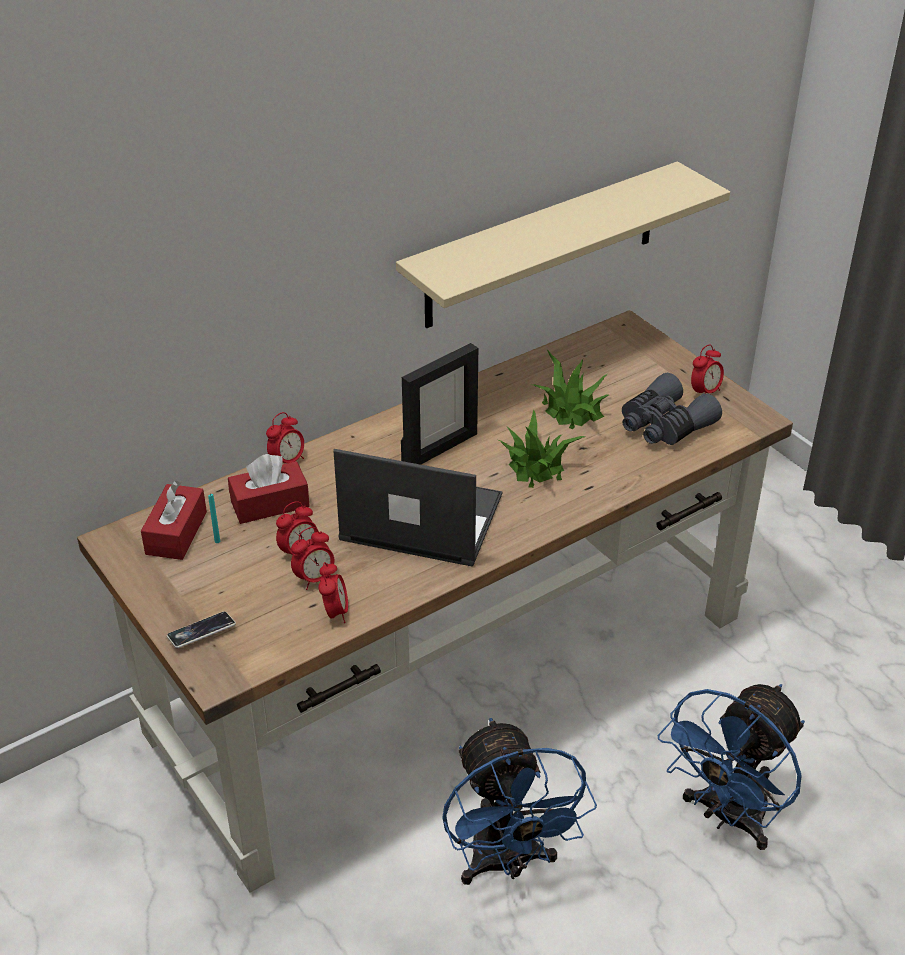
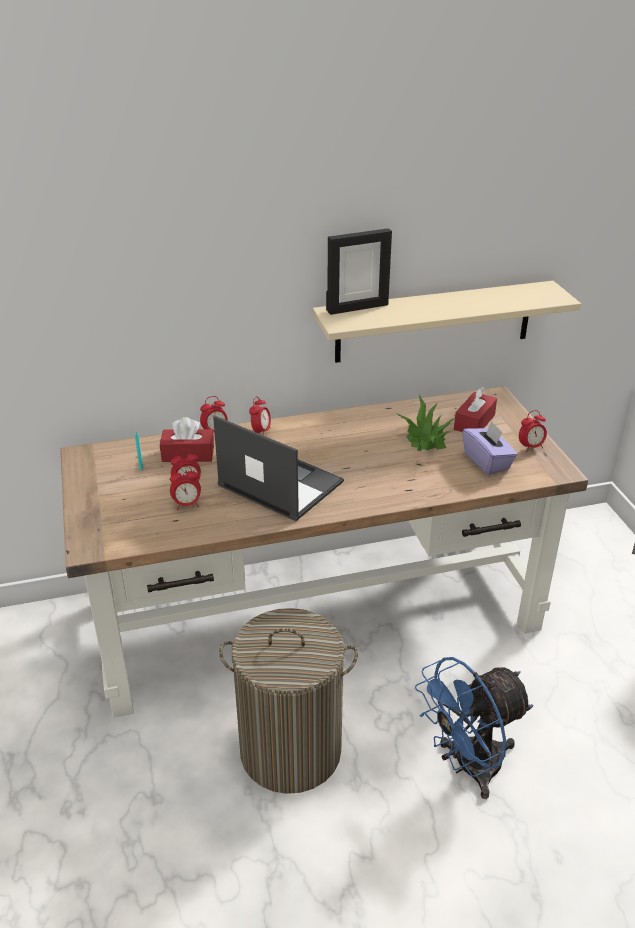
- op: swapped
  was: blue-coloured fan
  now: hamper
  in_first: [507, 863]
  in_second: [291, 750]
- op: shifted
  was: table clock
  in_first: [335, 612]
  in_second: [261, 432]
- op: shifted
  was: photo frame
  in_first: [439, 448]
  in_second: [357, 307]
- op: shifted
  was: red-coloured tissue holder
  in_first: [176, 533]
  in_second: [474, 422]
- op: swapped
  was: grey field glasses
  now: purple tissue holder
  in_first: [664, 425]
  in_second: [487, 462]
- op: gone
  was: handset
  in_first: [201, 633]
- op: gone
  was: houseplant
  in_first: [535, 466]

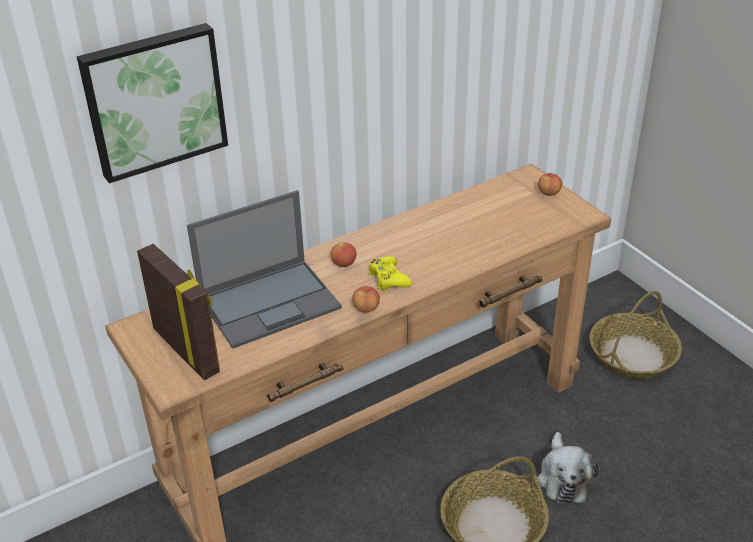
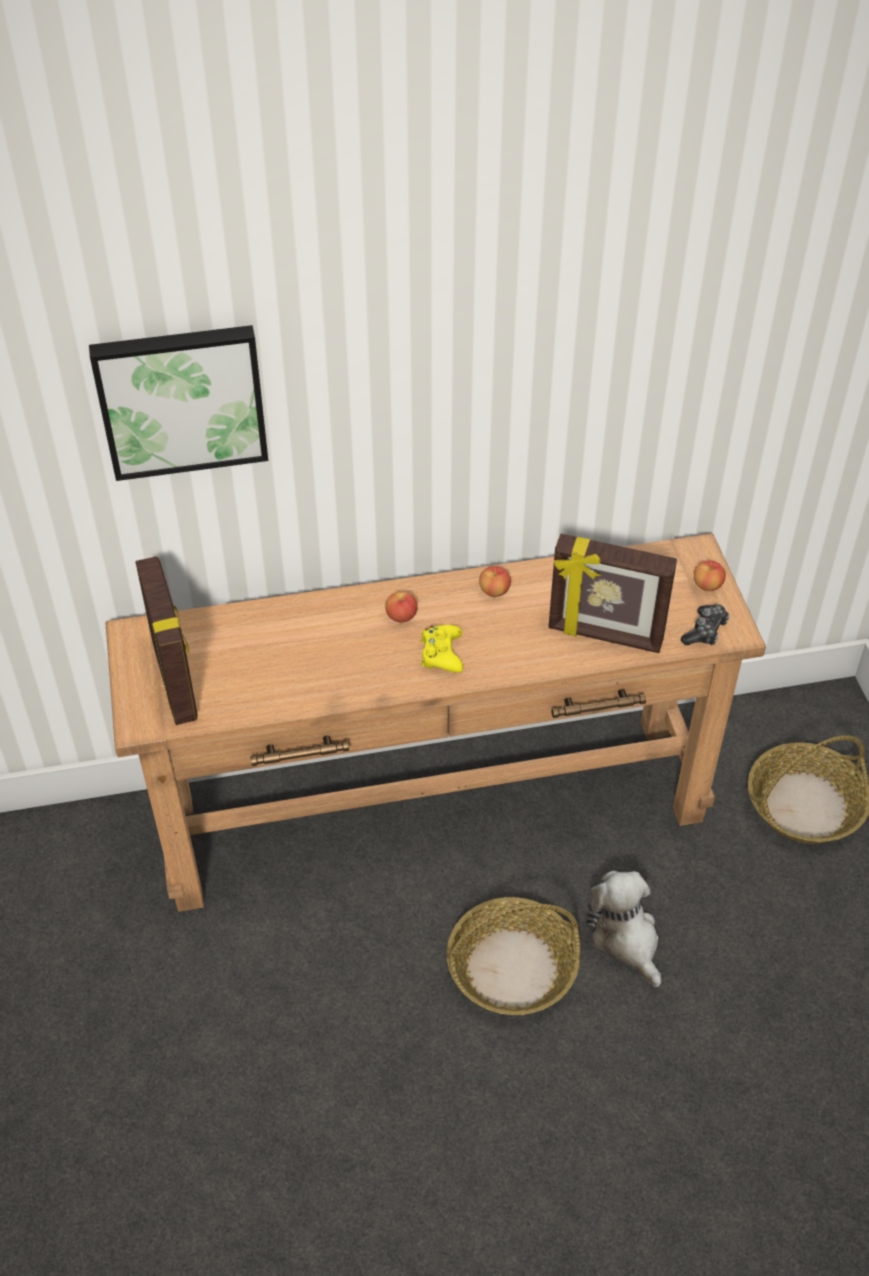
- op: shifted
  was: apple
  in_first: [366, 308]
  in_second: [494, 591]
- op: new
  now: photo frame
  in_second: [605, 636]
- op: rotated
  was: cuddly toy
  in_first: [563, 478]
  in_second: [625, 938]
  clockwise: 135
- op: new
  now: game controller
  in_second: [705, 631]
- op: gone
  was: laptop
  in_first: [271, 302]

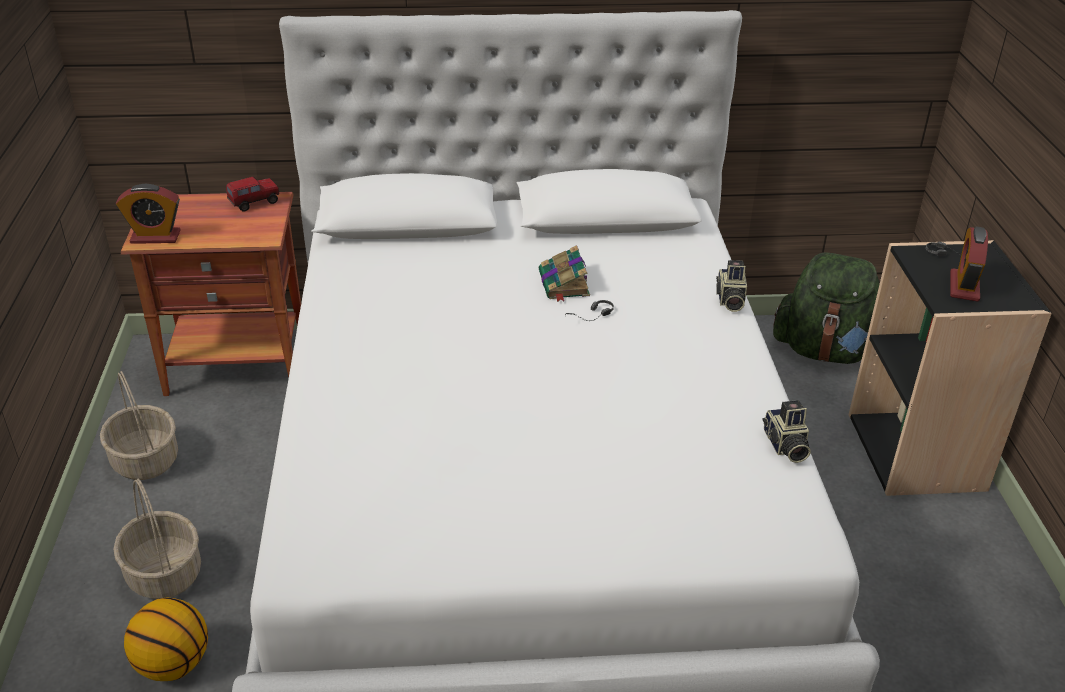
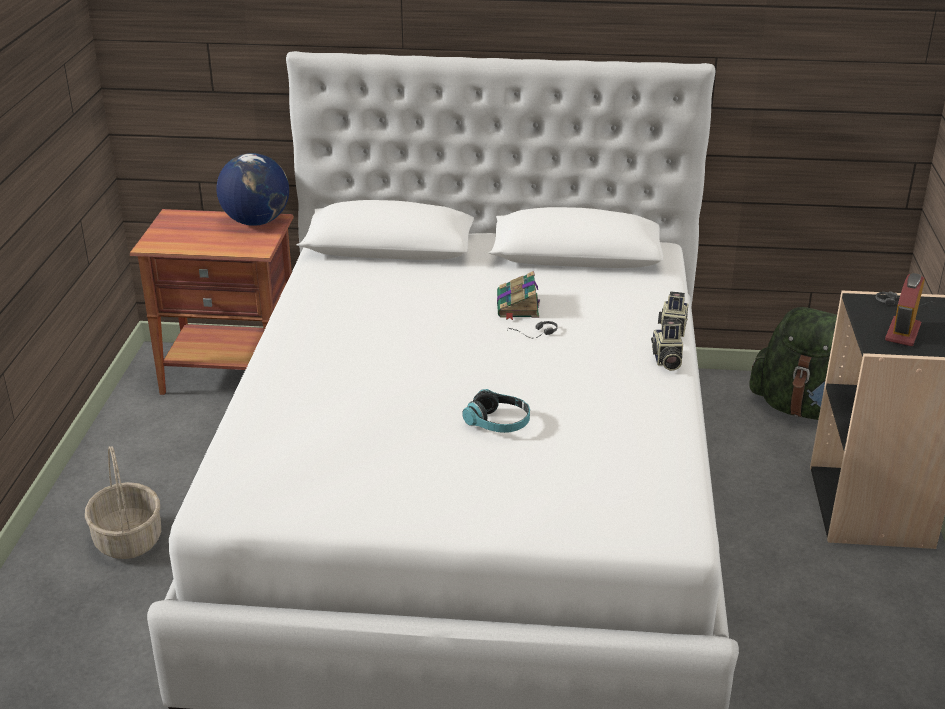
- op: swapped
  was: toy lorry
  now: globe
  in_first: [254, 203]
  in_second: [256, 222]
- op: new
  now: headphones
  in_second: [498, 423]
- op: shifted
  was: still camera
  in_first: [785, 446]
  in_second: [666, 360]
- op: gone
  was: basket
  in_first: [146, 461]
- op: gone
  was: table clock
  in_first: [155, 237]
- op: gone
  was: basketball ball
  in_first: [173, 664]

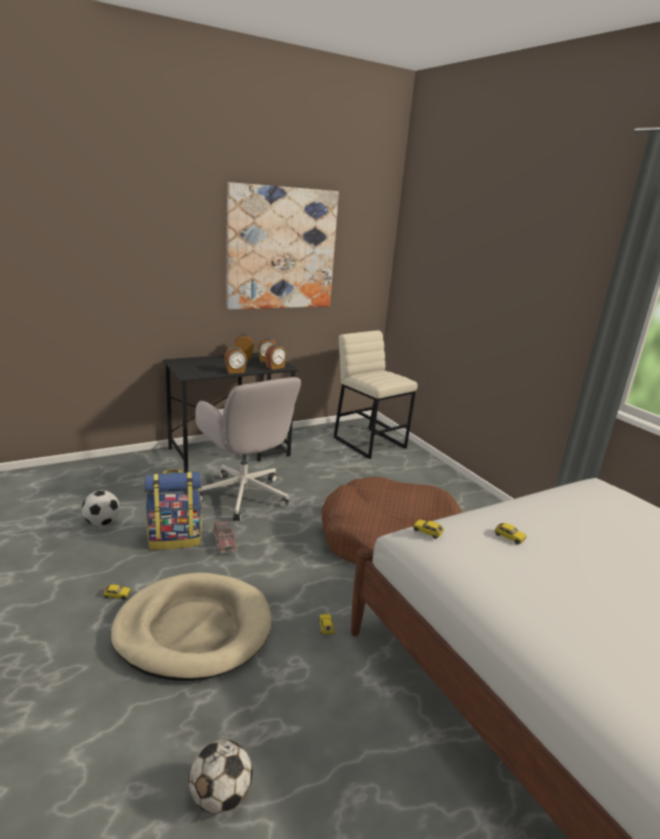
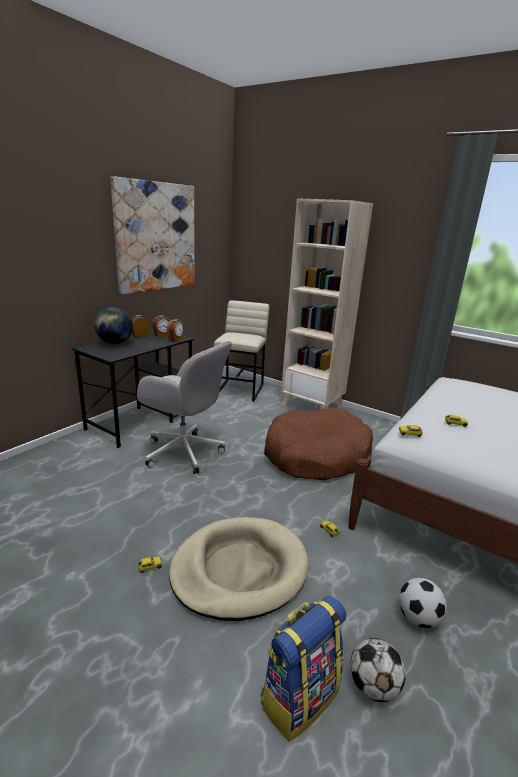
- op: new
  now: globe
  in_second: [115, 343]
- op: rotated
  was: sand-coloured plain chair
  in_first: [368, 442]
  in_second: [240, 390]
  clockwise: 75
- op: shifted
  was: backpack
  in_first: [175, 539]
  in_second: [299, 696]
- op: new
  now: sand-coloured shelving unit
  in_second: [312, 406]
- op: shifted
  was: football ball
  in_first: [102, 523]
  in_second: [418, 618]
- op: gone
  was: toy lorry
  in_first: [224, 543]
- op: gone
  was: table clock
  in_first: [235, 371]

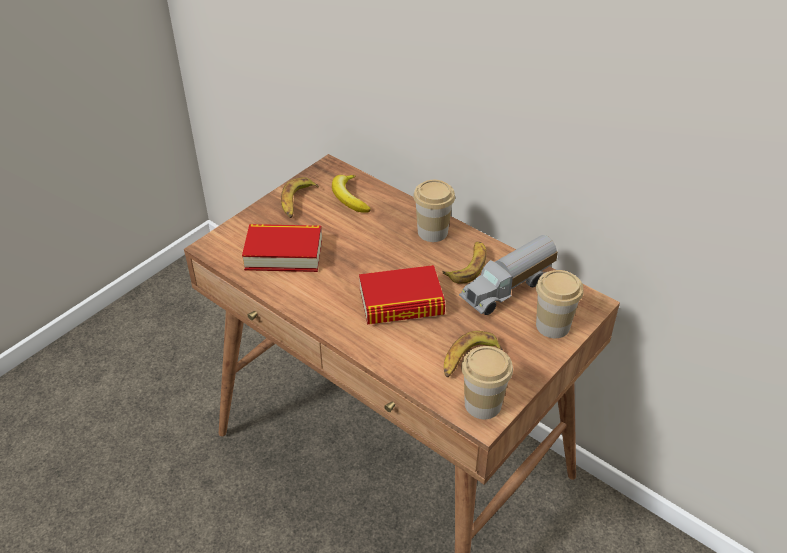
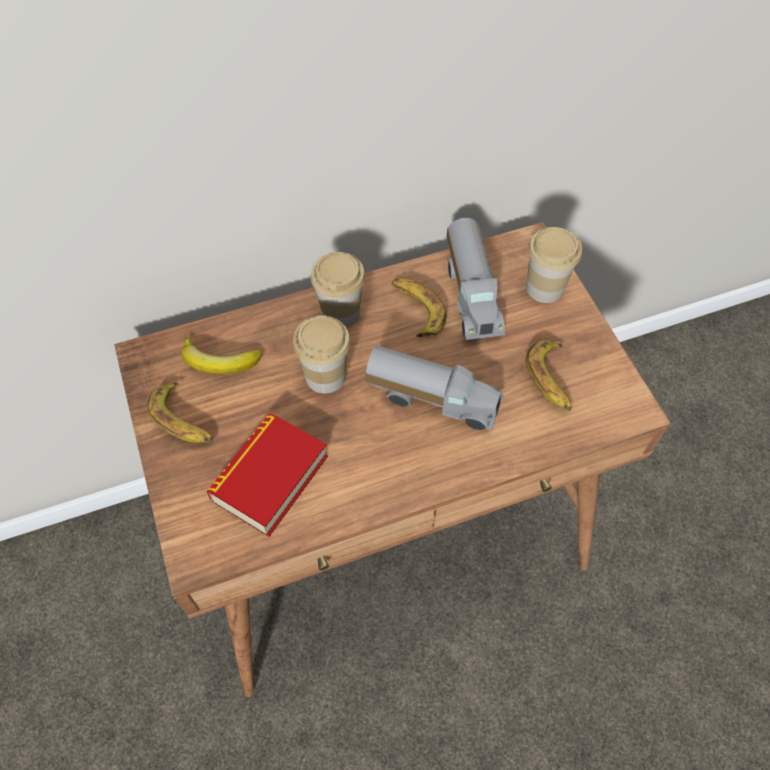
- op: shifted
  was: small cup
  in_first: [483, 404]
  in_second: [325, 376]
- op: swapped
  was: book
  now: toy lorry
  in_first: [401, 303]
  in_second: [433, 398]

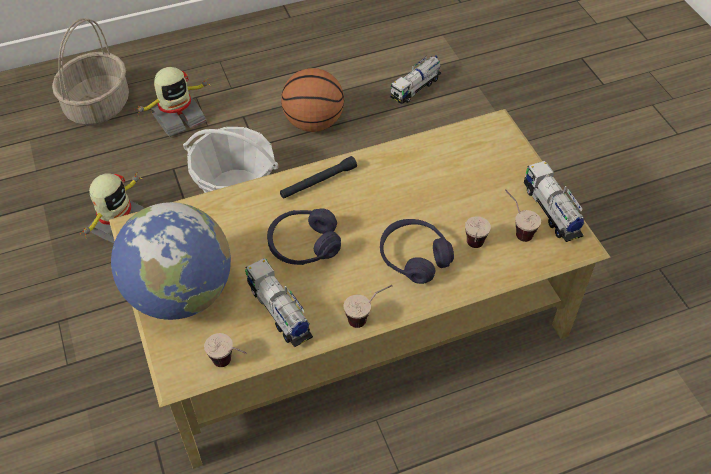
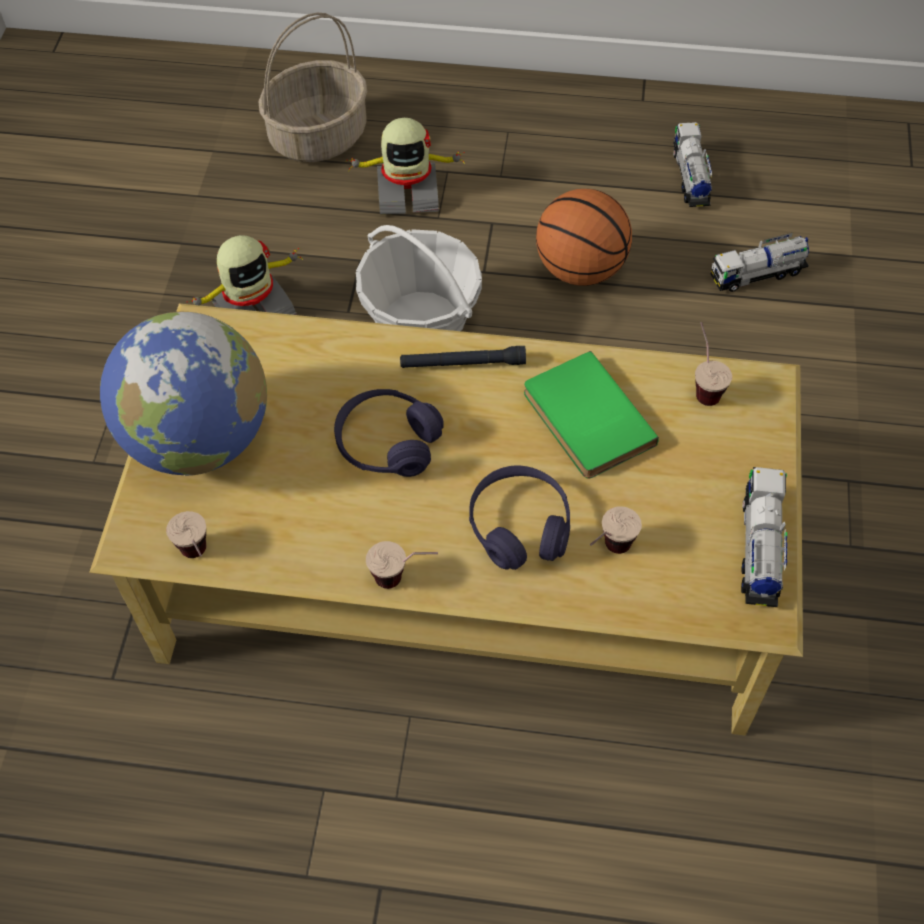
- op: new
  now: greenish book
  in_second: [584, 420]
- op: shifted
  was: toy lorry
  in_first: [279, 311]
  in_second: [690, 177]
- op: shifted
  was: small cup
  in_first: [516, 229]
  in_second: [703, 384]

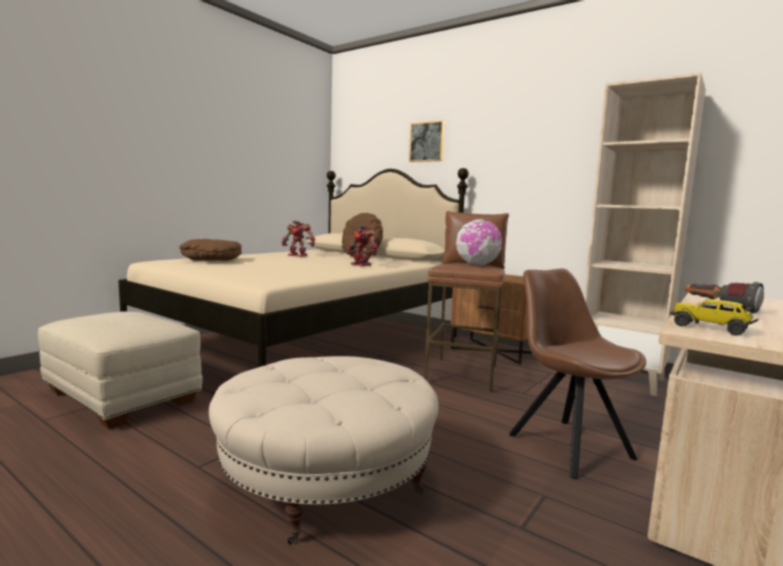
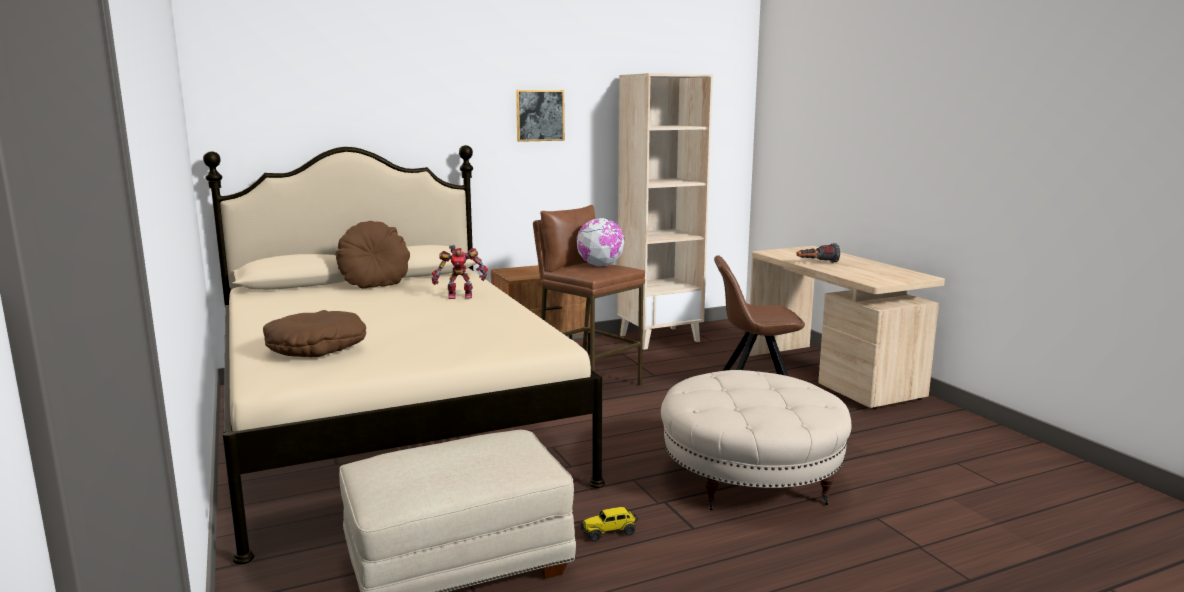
- op: shifted
  was: picture
  in_first: [427, 141]
  in_second: [540, 115]
- op: shifted
  was: toy lorry
  in_first: [710, 328]
  in_second: [609, 532]
- op: gone
  was: robot figure
  in_first: [298, 255]

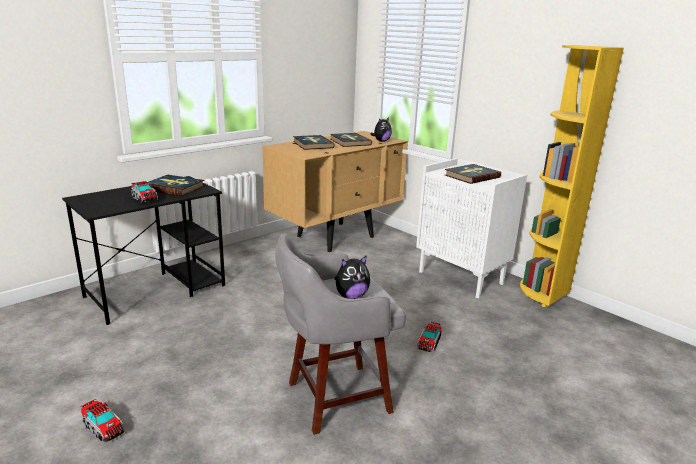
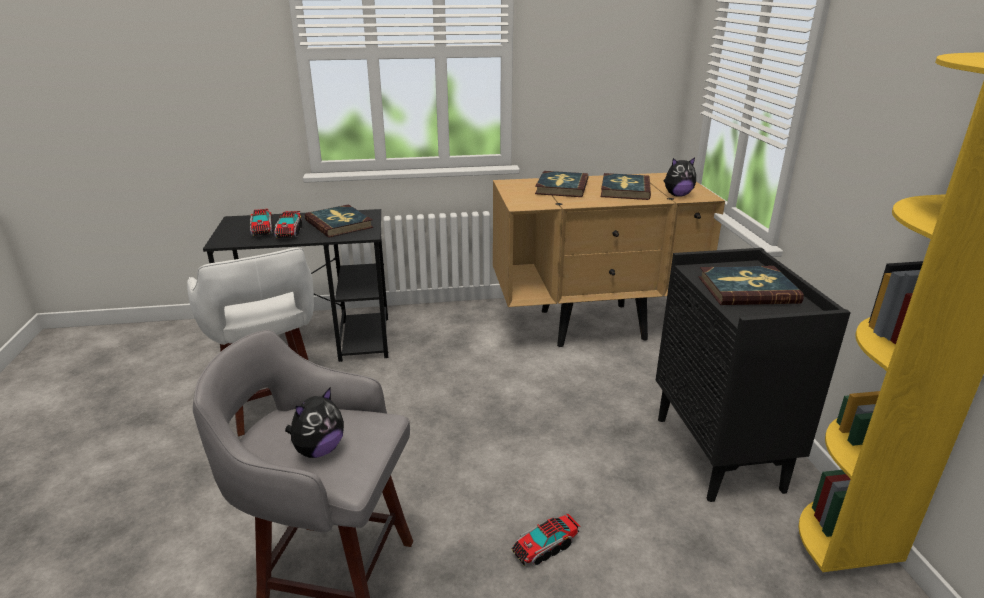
- op: new
  now: white sitting stool
  in_second: [273, 403]
- op: shifted
  was: toy lorry
  in_first: [103, 427]
  in_second: [262, 230]
- op: rotated
  was: cuddly toy
  in_first: [351, 296]
  in_second: [318, 450]
  clockwise: -60
- op: repainted
  was: white cabinet
  now: blackish cabinet
  in_first: [461, 278]
  in_second: [718, 453]

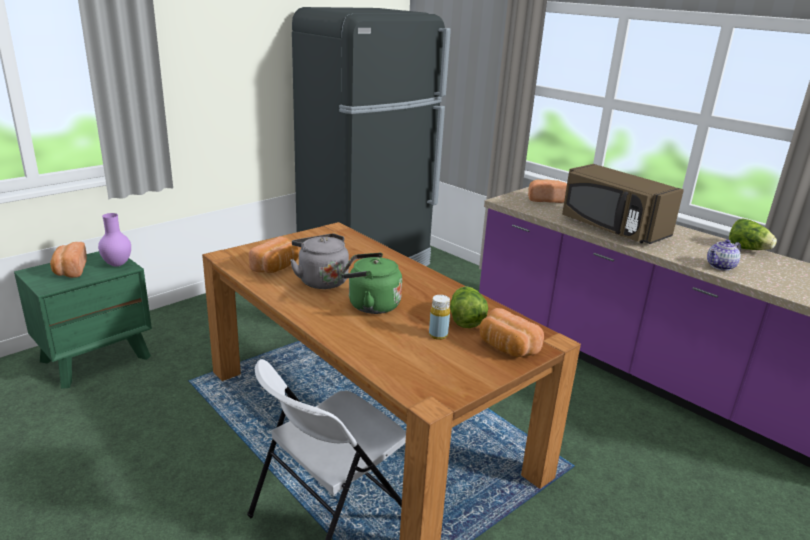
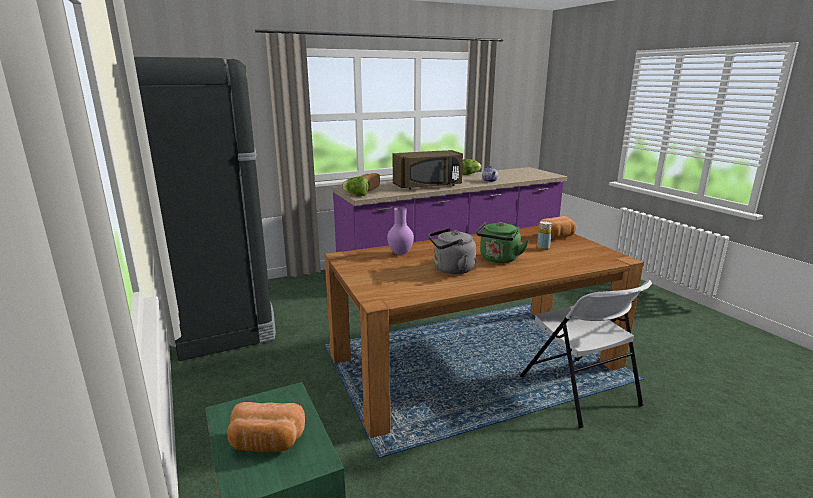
- op: shifted
  was: head of lettuce
  in_first: [465, 320]
  in_second: [356, 195]
- op: shifted
  was: purple flower vase
  in_first: [118, 264]
  in_second: [400, 253]
- op: gone
  was: bread
  in_first: [276, 267]

